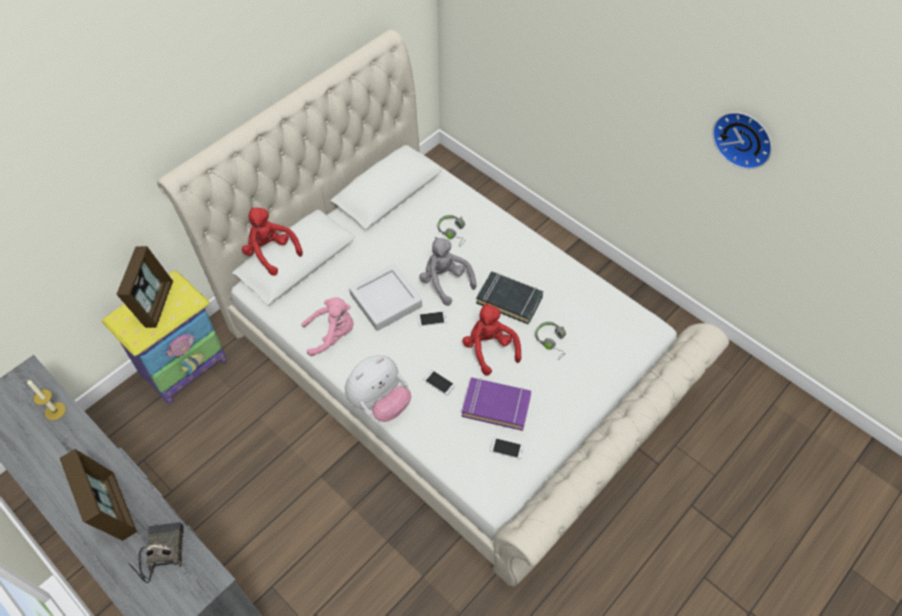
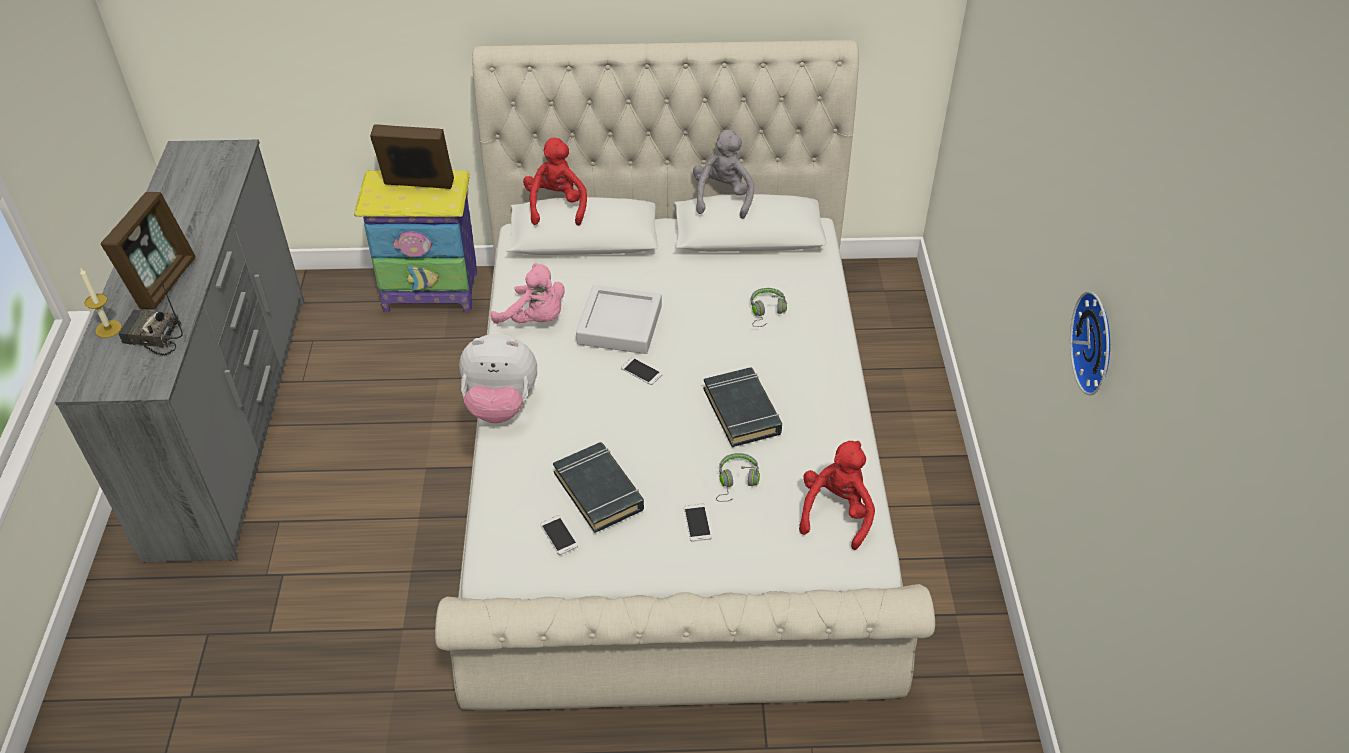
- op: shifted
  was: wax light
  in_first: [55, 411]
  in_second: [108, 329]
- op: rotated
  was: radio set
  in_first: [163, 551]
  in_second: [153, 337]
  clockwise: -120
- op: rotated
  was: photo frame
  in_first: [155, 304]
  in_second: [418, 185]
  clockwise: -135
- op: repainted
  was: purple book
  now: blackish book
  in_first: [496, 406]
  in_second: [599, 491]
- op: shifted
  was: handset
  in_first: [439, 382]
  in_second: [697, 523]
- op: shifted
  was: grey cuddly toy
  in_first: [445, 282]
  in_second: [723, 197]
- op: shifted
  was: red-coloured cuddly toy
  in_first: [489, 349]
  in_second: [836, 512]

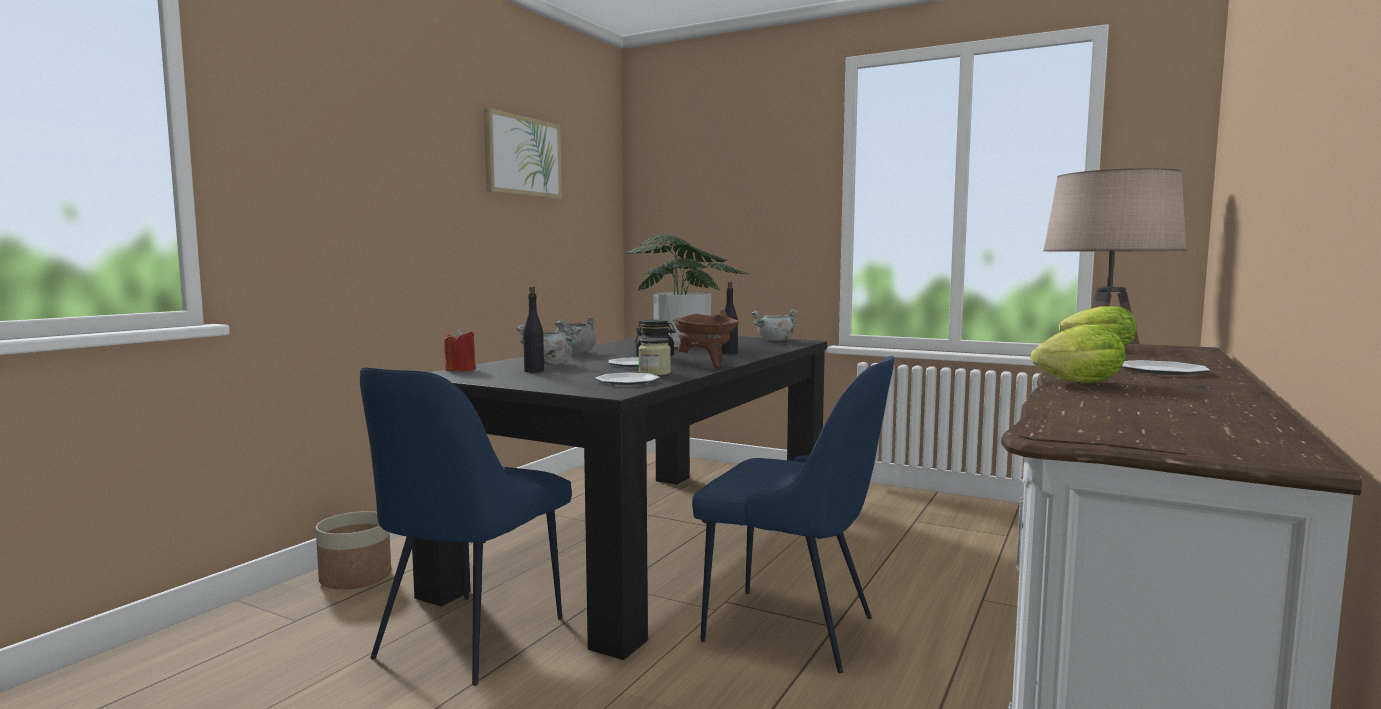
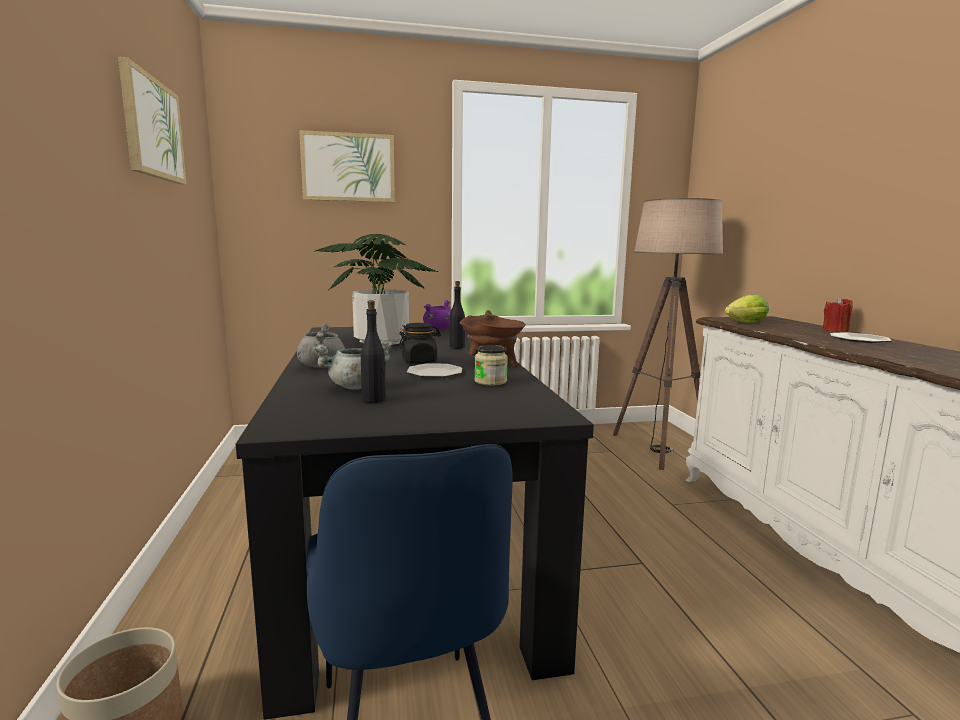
- op: new
  now: picture
  in_second: [348, 167]
- op: repainted
  was: grey stockpot
  now: purple stockpot
  in_first: [775, 340]
  in_second: [439, 328]
- op: shifted
  was: red-coloured wax light
  in_first: [461, 370]
  in_second: [835, 330]
- op: gone
  was: dinner plate
  in_first: [627, 381]
- op: gone
  was: blue-coloured plain chair
  in_first: [790, 628]
- op: gone
  was: head of lettuce
  in_first: [1074, 383]

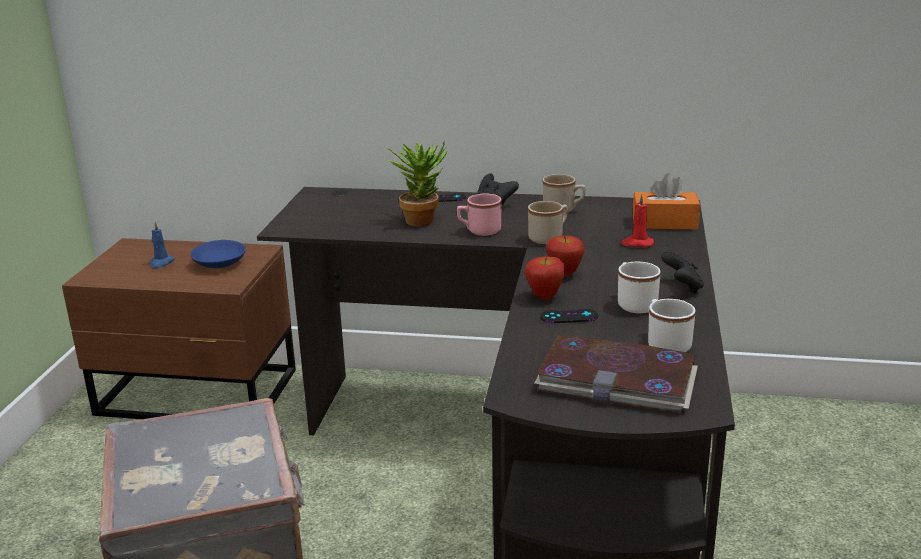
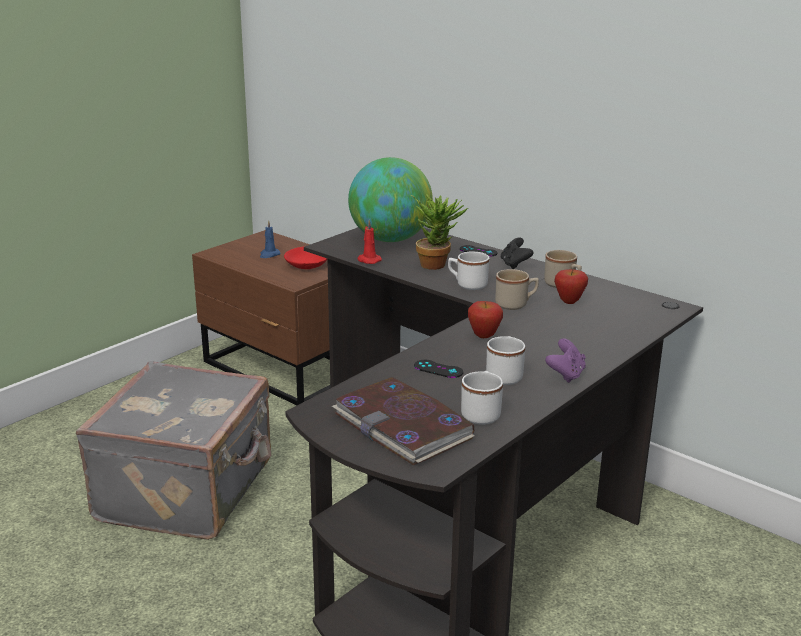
- op: repainted
  was: blue-coloured serving bowl
  now: red-coloured serving bowl
  in_first: [220, 264]
  in_second: [307, 266]
- op: new
  now: globe
  in_second: [390, 239]
- op: shifted
  was: red-coloured wax light
  in_first: [637, 243]
  in_second: [368, 260]
- op: repainted
  was: pink-coloured mug
  now: white mug
  in_first: [479, 231]
  in_second: [467, 284]
- op: repainted
  was: blackish game controller
  now: purple game controller
  in_first: [682, 287]
  in_second: [565, 375]
- op: shifted
  was: apple
  in_first: [544, 297]
  in_second: [569, 302]
- op: gone
  was: orange tissue holder
  in_first: [664, 223]

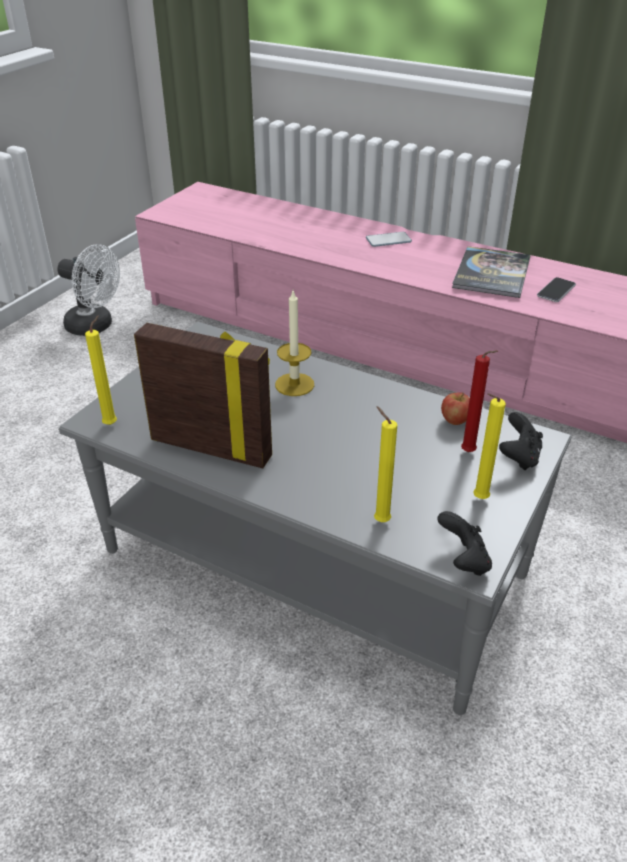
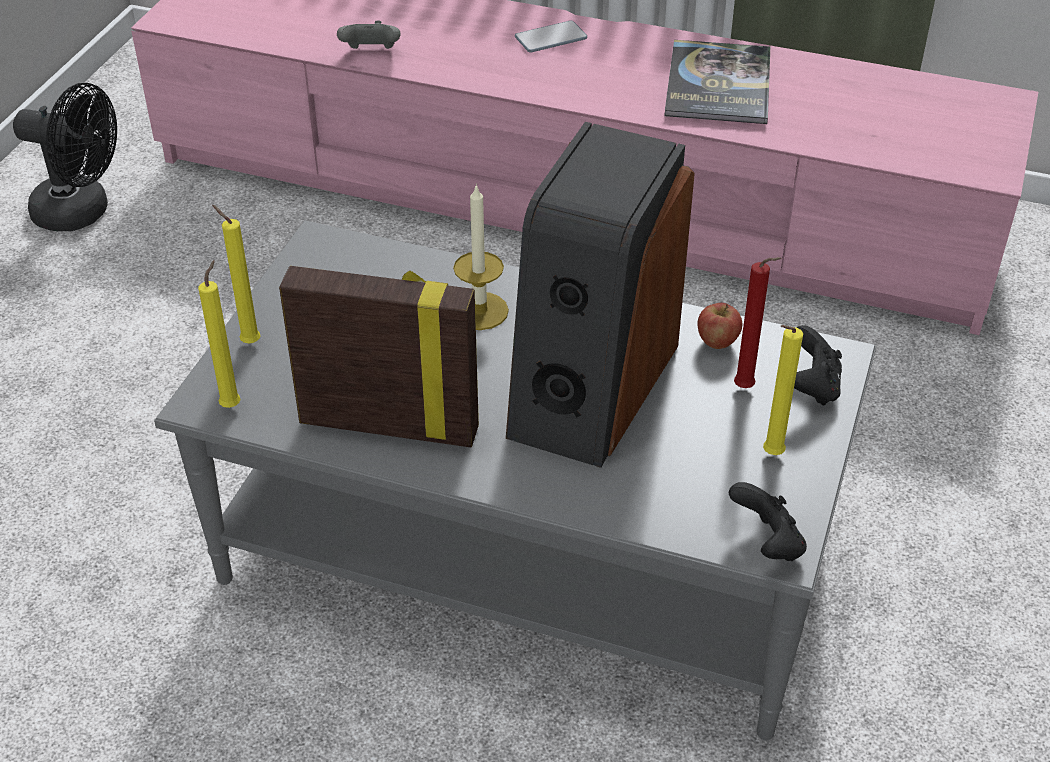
- op: repainted
  was: white fan
  now: blackish fan
  in_first: [95, 326]
  in_second: [82, 212]
- op: shifted
  was: yellowish wax light
  in_first: [379, 520]
  in_second: [248, 342]
- op: new
  now: grey game controller
  in_second: [371, 53]
- op: new
  now: loudspeaker
  in_second: [590, 387]
- op: gone
  was: handset
  in_first: [556, 290]

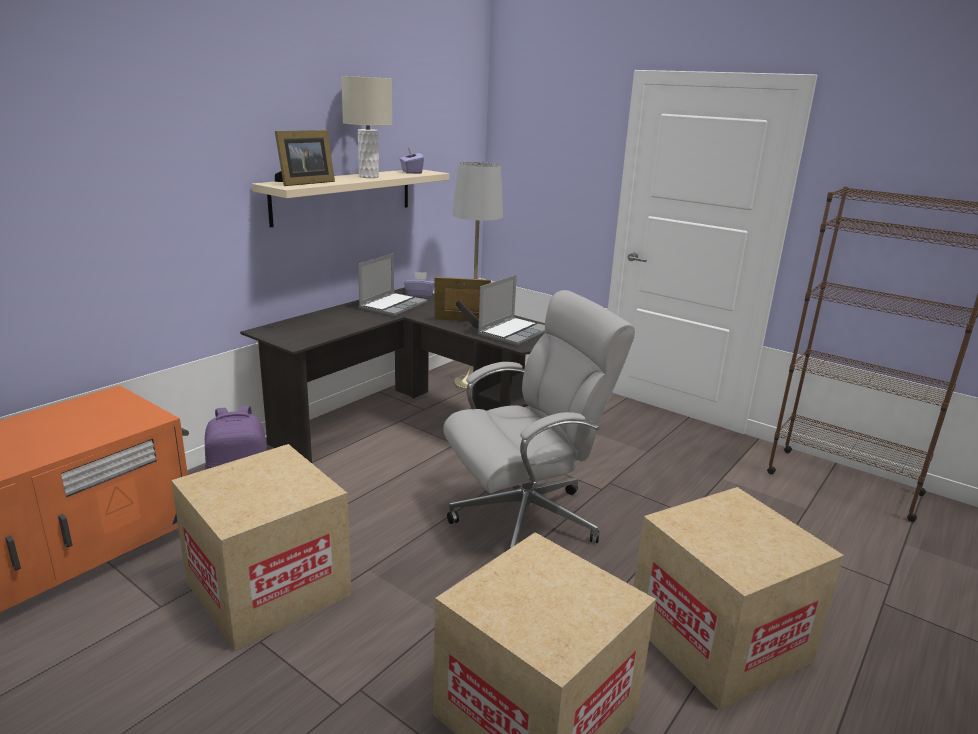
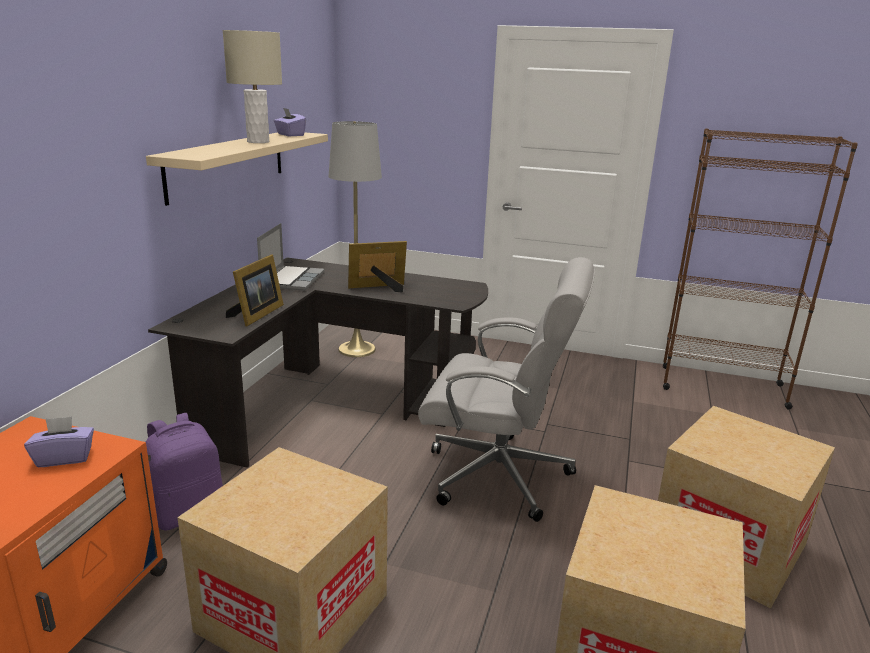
- op: shifted
  was: purple tissue holder
  in_first: [420, 295]
  in_second: [64, 457]
- op: shifted
  was: photo frame
  in_first: [303, 183]
  in_second: [256, 314]
- op: rotated
  was: grey computer chair
  in_first: [523, 518]
  in_second: [497, 474]
  clockwise: 60
- op: gone
  was: laptop
  in_first: [514, 332]

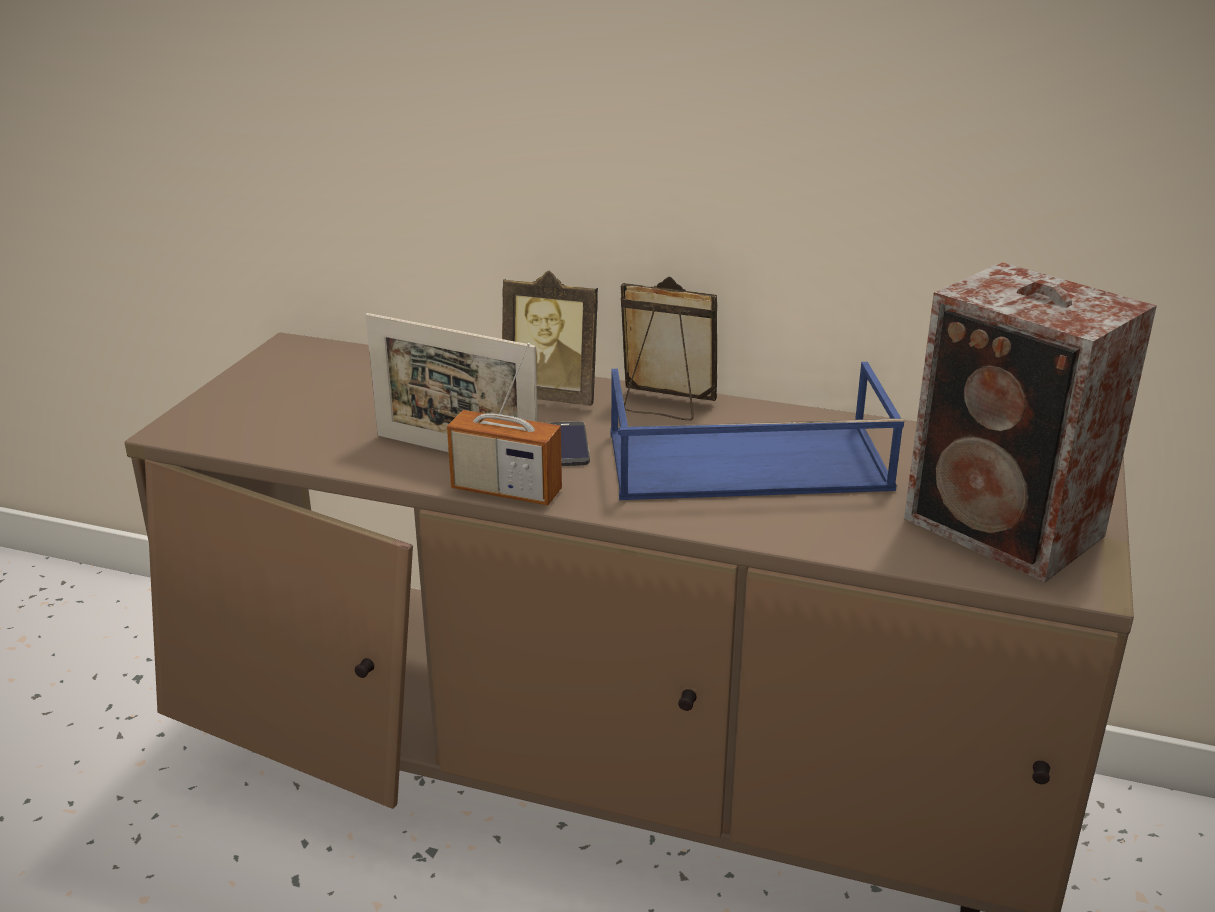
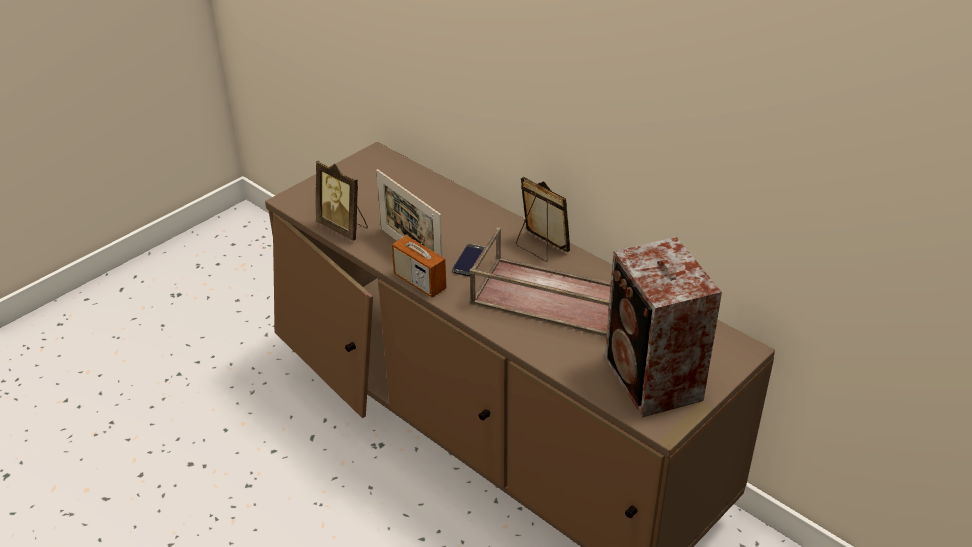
- op: shifted
  was: photo frame
  in_first: [553, 396]
  in_second: [344, 227]
- op: repainted
  was: blue-coloured tray
  now: brown tray
  in_first: [744, 463]
  in_second: [551, 298]

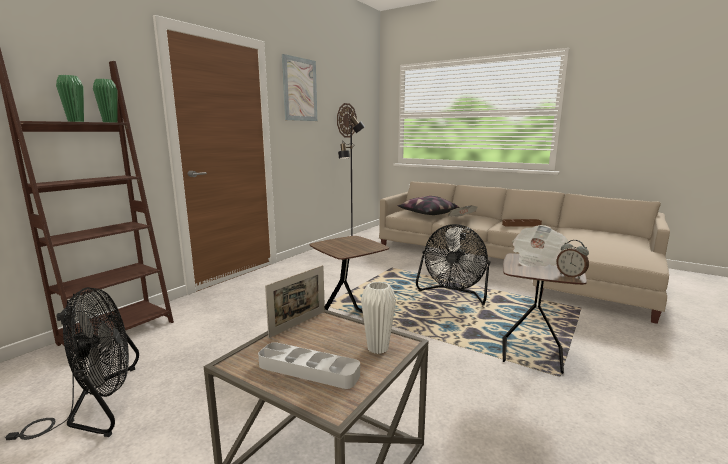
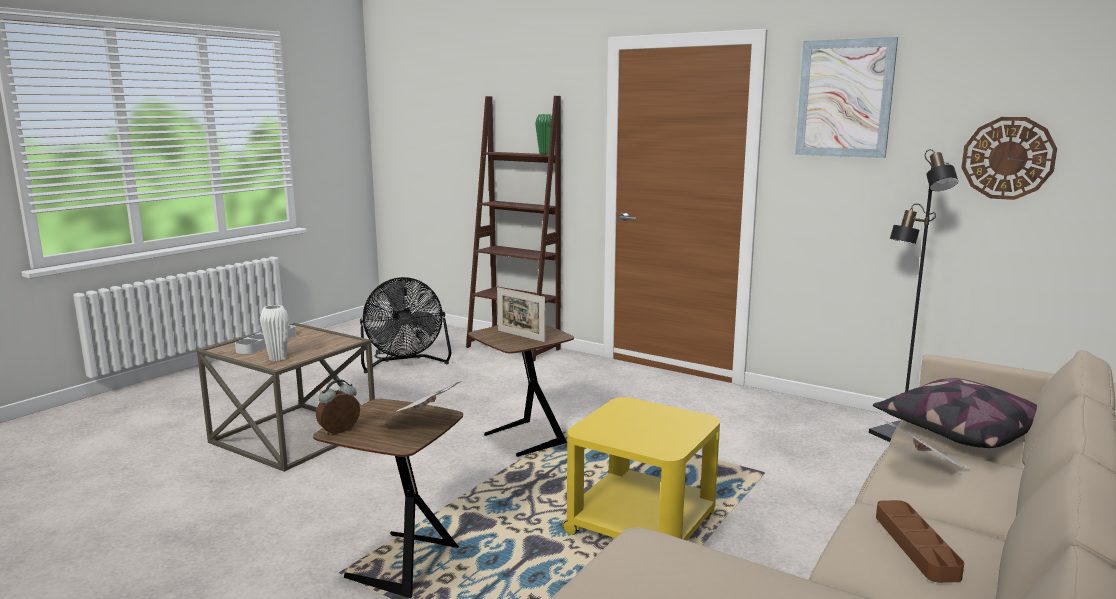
- op: shifted
  was: photo frame
  in_first: [298, 323]
  in_second: [521, 336]
- op: swapped
  was: blackish fan
  now: yellowish end table
  in_first: [452, 293]
  in_second: [642, 525]
- op: gone
  was: greenish flower vase
  in_first: [76, 121]

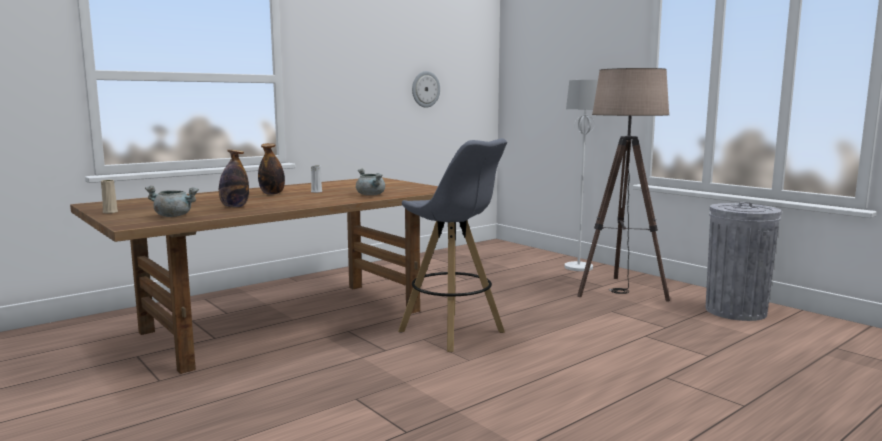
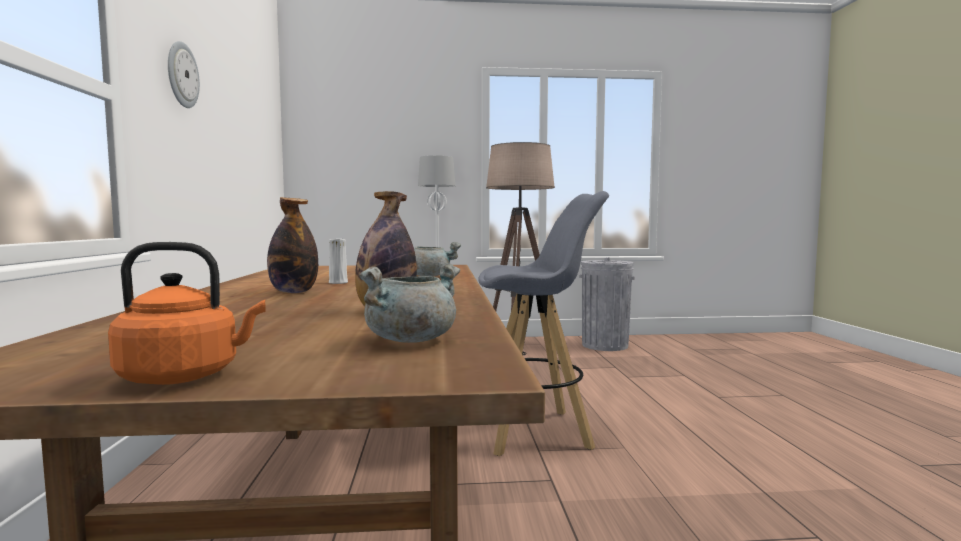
- op: swapped
  was: sand-coloured flower vase
  now: orange water kettle
  in_first: [110, 212]
  in_second: [186, 376]
- op: shifted
  was: clock on the wall
  in_first: [425, 89]
  in_second: [181, 75]

